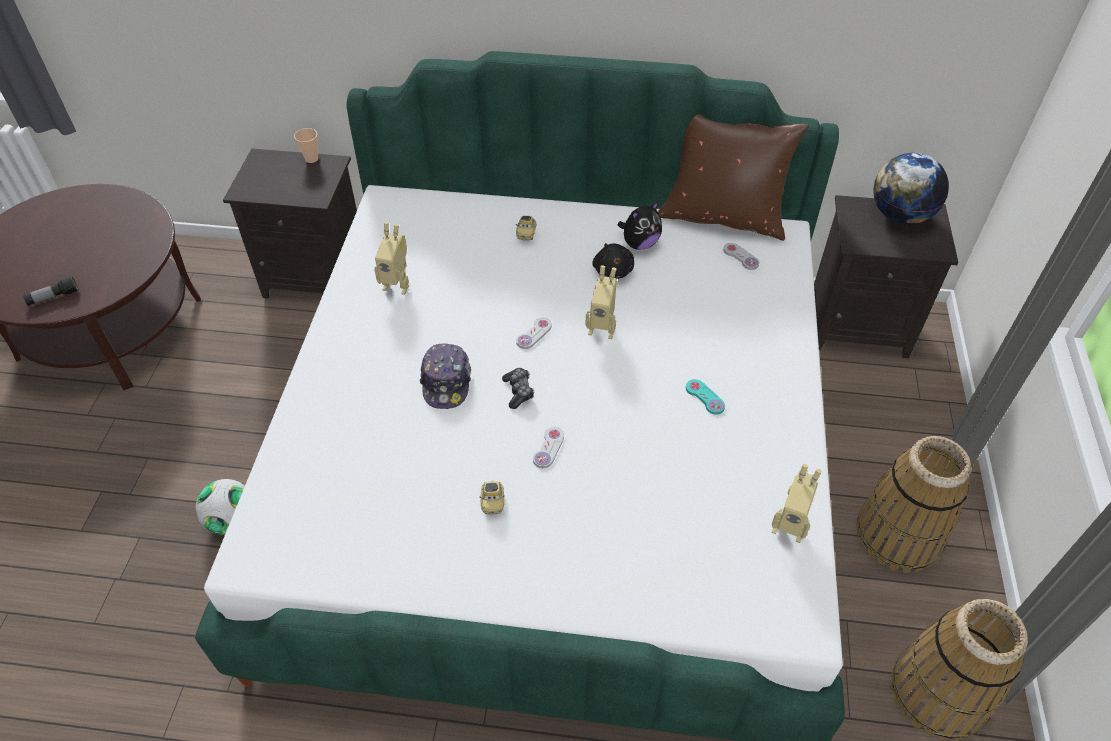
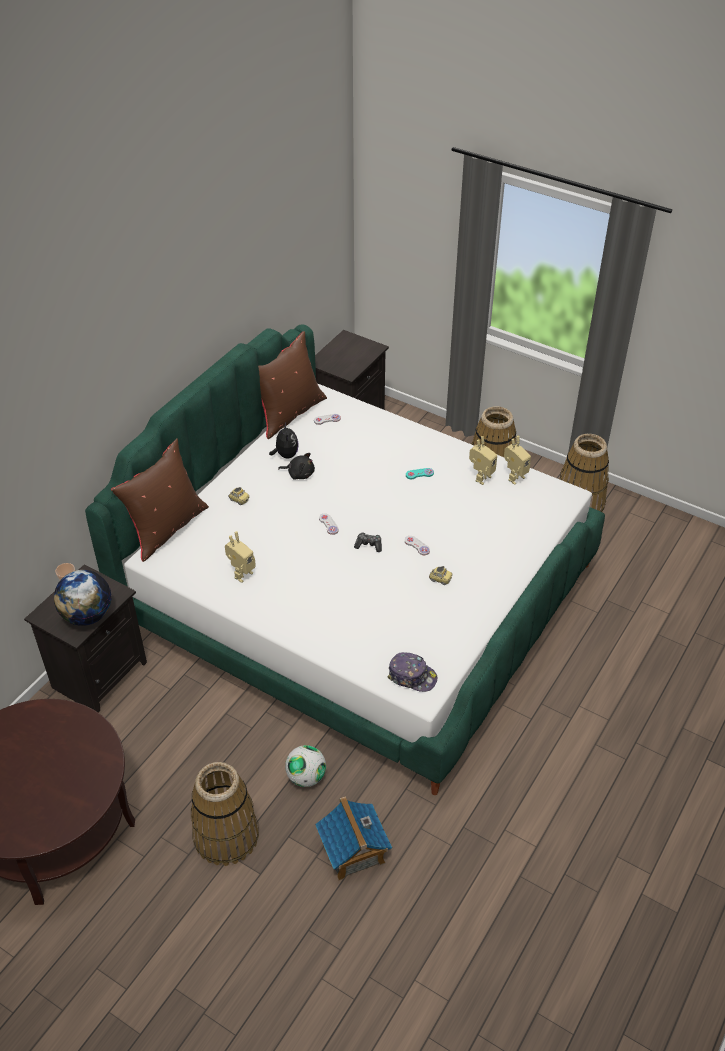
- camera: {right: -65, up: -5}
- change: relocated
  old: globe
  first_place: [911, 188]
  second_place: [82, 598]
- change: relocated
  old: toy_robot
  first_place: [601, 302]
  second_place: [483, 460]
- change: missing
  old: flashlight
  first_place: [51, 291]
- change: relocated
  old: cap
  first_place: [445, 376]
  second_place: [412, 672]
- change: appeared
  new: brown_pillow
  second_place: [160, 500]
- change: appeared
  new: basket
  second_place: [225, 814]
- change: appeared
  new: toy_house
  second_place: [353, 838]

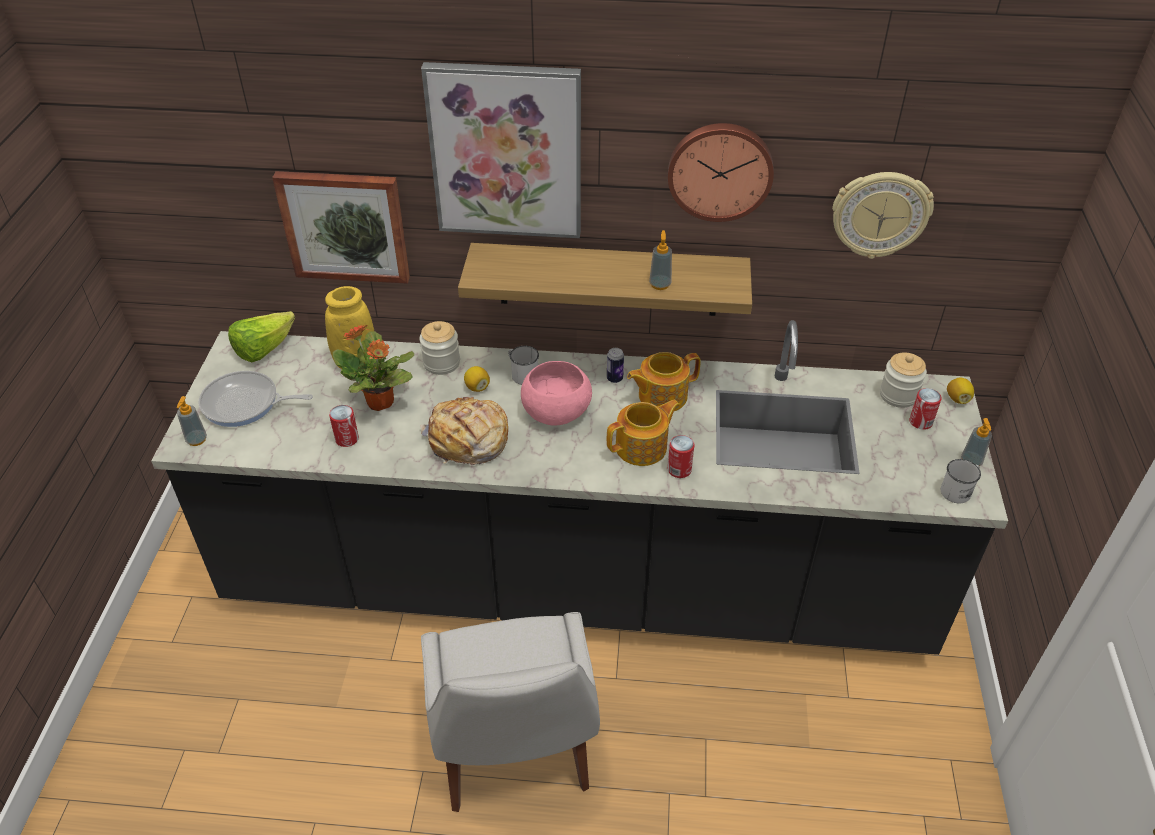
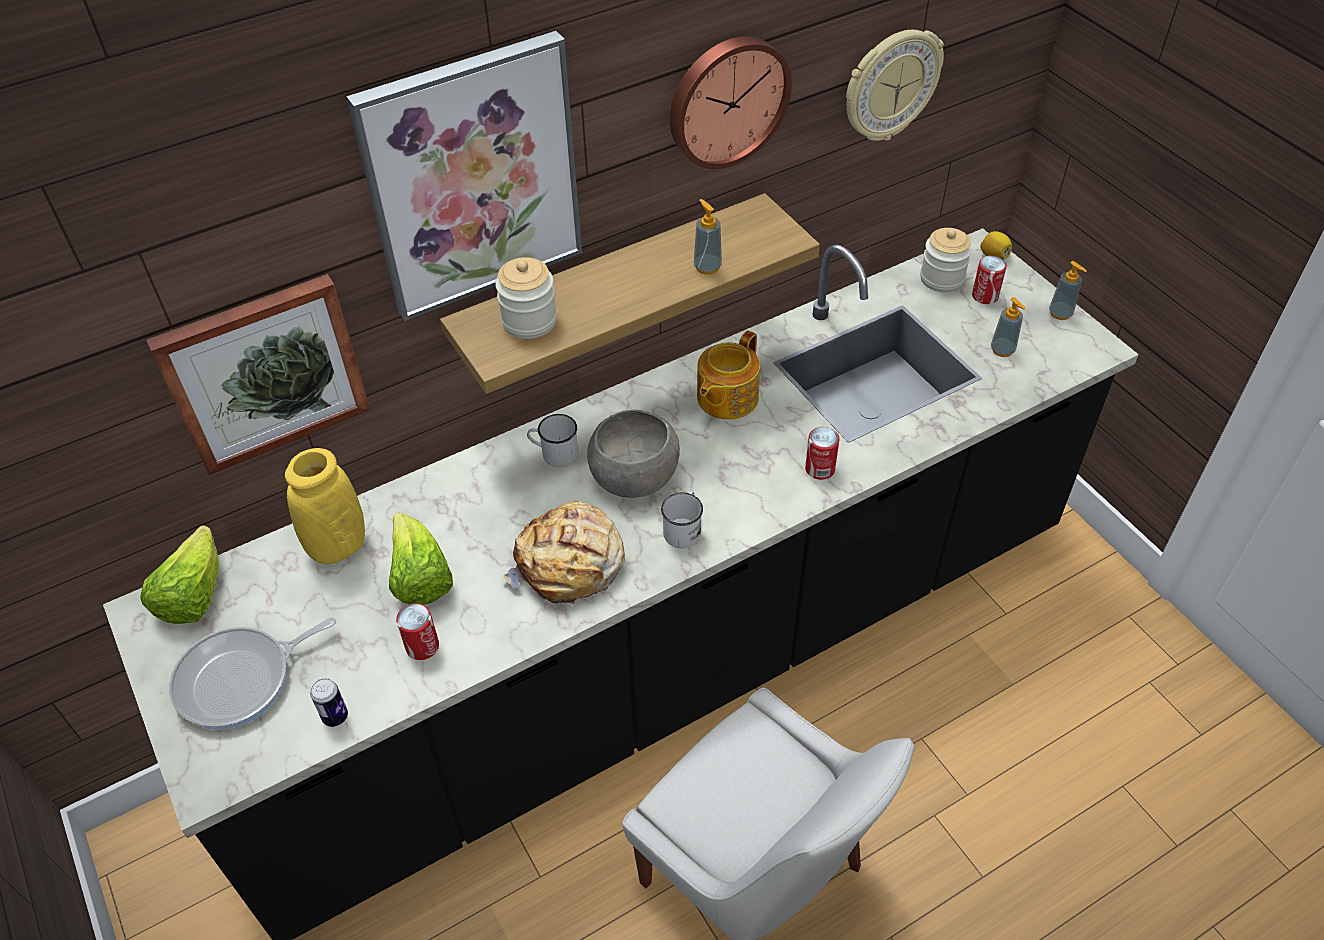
- camera: {right: -35, up: 5}
- change: relocated
  old: jar
  first_place: [439, 348]
  second_place: [526, 298]
- change: exchanged
  old: potted_plant
  new: lettuce
  first_place: [373, 367]
  second_place: [421, 559]
- change: relocated
  old: can
  first_place: [615, 365]
  second_place: [329, 702]
- change: colour
  old: pink_bowl
  new: grey_bowl
  first_place: [556, 393]
  second_place: [633, 454]
- change: missing
  old: lemon
  first_place: [477, 379]
- change: relocated
  old: soap_dispenser
  first_place: [192, 421]
  second_place: [1008, 327]
- change: missing
  old: teapot
  first_place: [643, 433]
- change: relocated
  old: white_mug
  first_place: [961, 481]
  second_place: [682, 519]

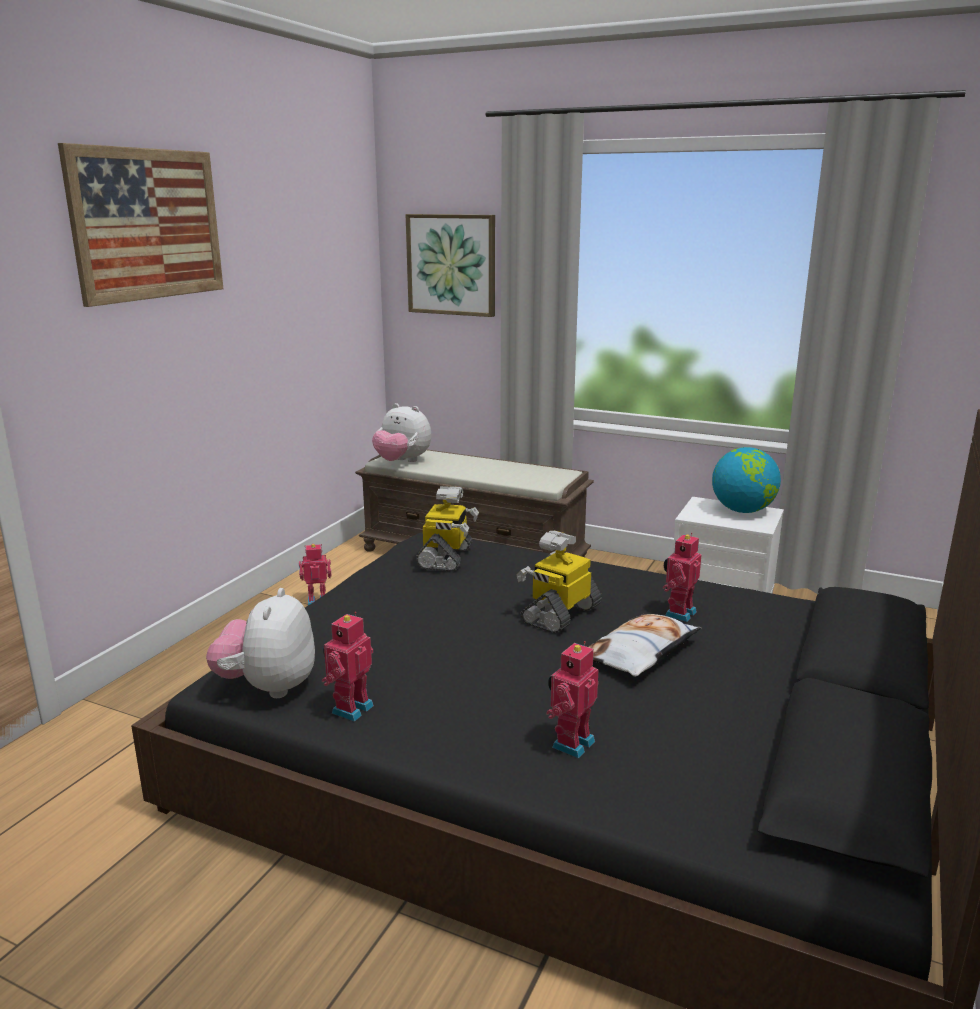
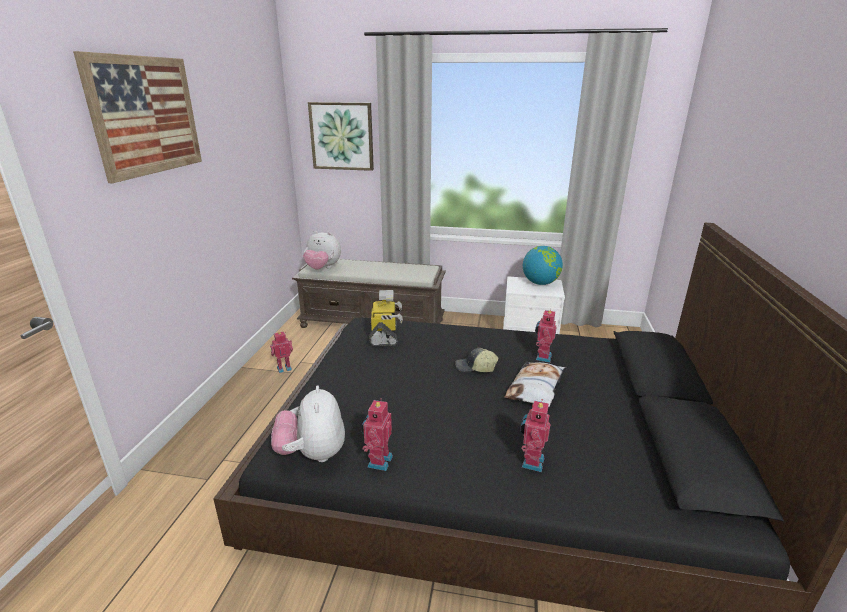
- camera: {right: -15, up: 5}
- change: exchanged
  old: toy_robot
  new: cap
  first_place: [559, 582]
  second_place: [477, 360]

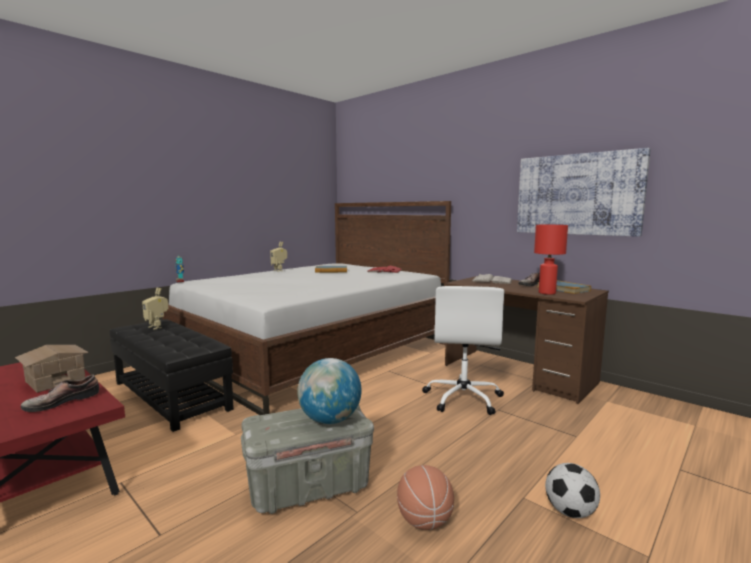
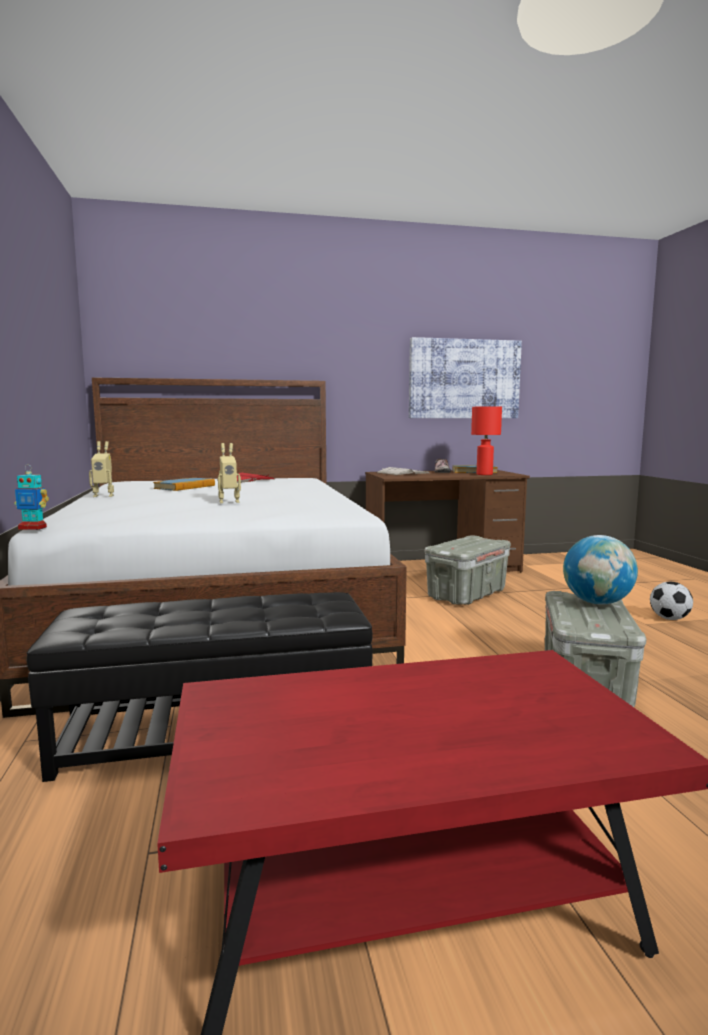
- camera: {right: -55, up: 0}
- change: exchanged
  old: white_office_chair
  new: grey_storage_box
  first_place: [463, 350]
  second_place: [467, 570]
- change: relocated
  old: toy_robot
  first_place: [155, 308]
  second_place: [229, 473]
- change: missing
  old: toy_house
  first_place: [52, 369]
- change: missing
  old: shoe
  first_place: [60, 393]
- change: missing
  old: basketball
  first_place: [425, 497]

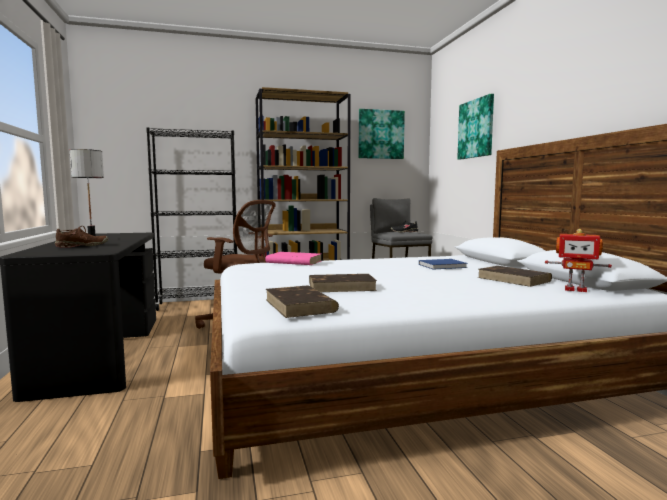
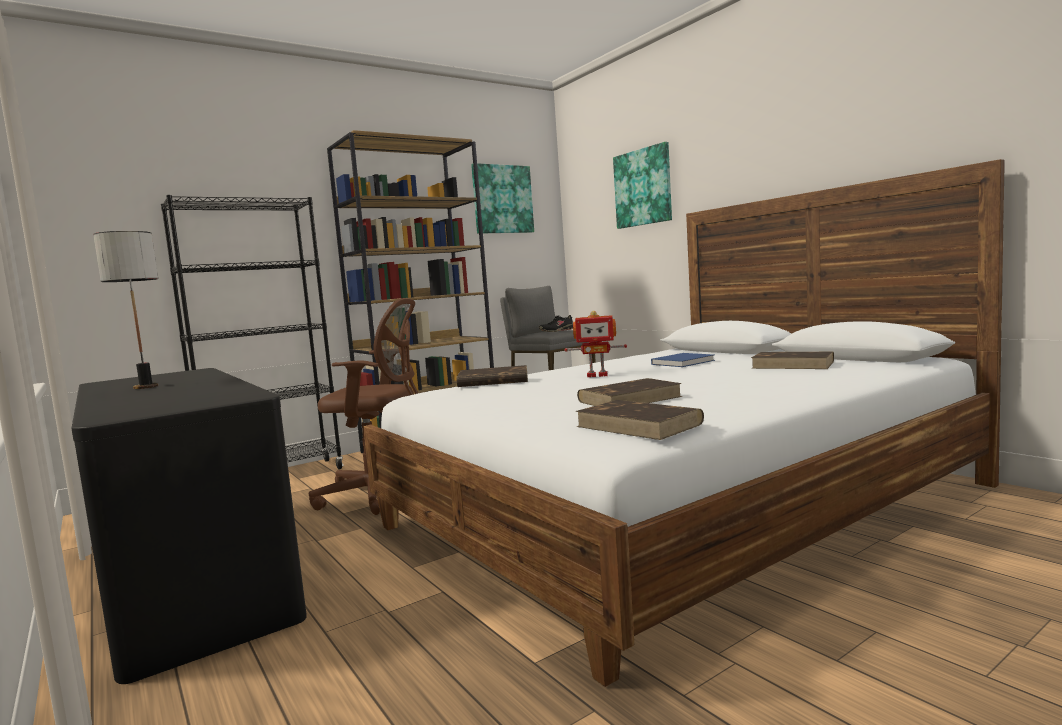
- camera: {right: -20, up: 0}
- change: missing
  old: brown_shoe
  first_place: [81, 237]
- change: relocated
  old: toy_robot
  first_place: [578, 260]
  second_place: [596, 344]
- change: colour
  old: pink_book
  new: brown_book
  first_place: [293, 258]
  second_place: [492, 376]

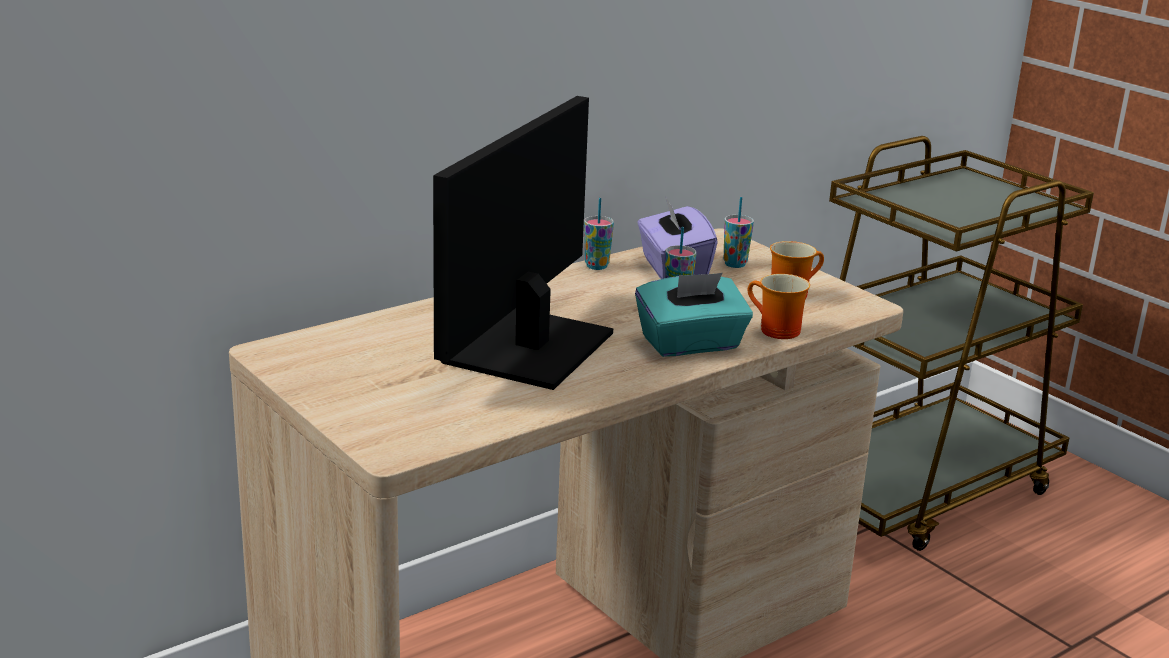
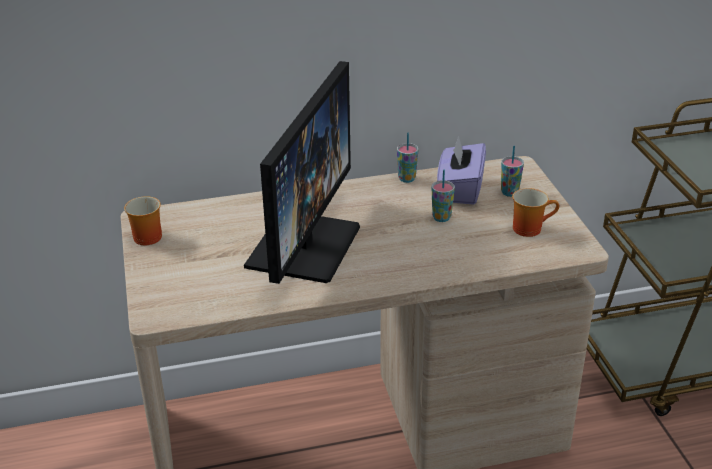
- camera: {right: 25, up: 10}
- change: spun
  old: monitor
  first_place: [523, 243]
  second_place: [302, 172]
  degrees: 150
- change: missing
  old: turquoise_tissue_box
  first_place: [694, 315]
- change: relocated
  old: mug
  first_place: [779, 306]
  second_place: [143, 220]

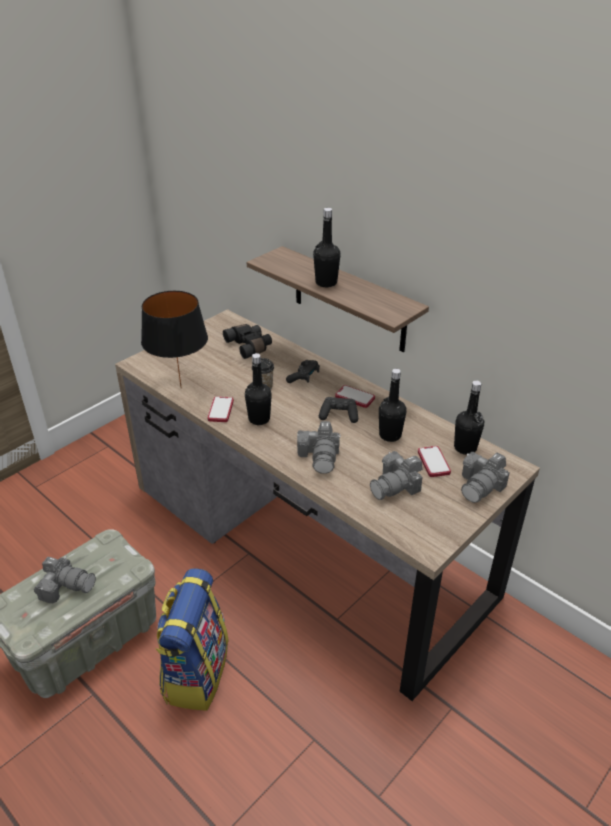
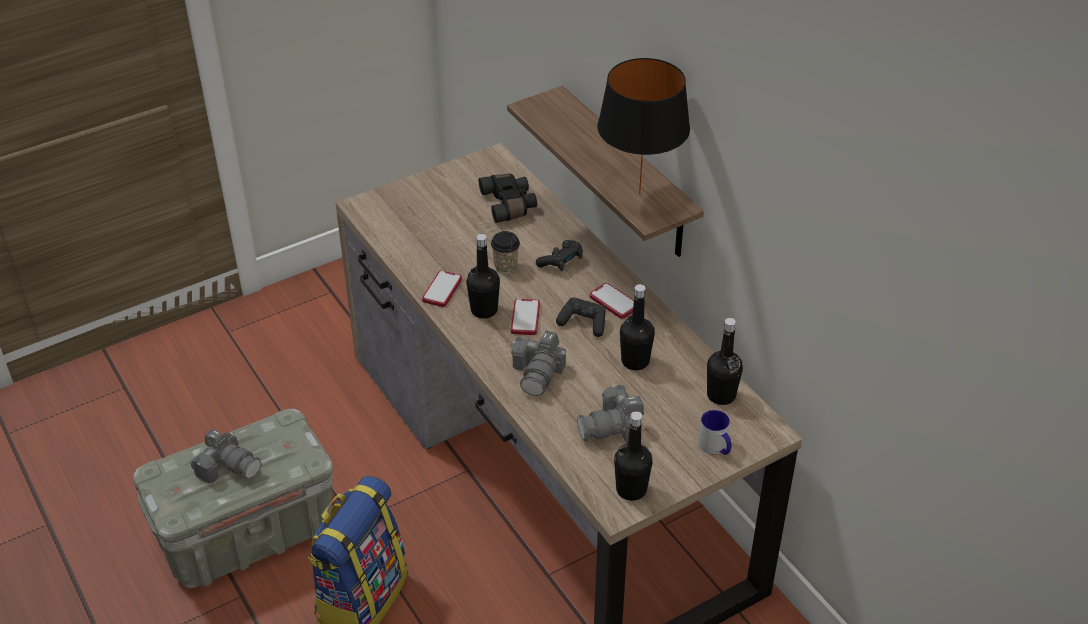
- camera: {right: 15, up: 5}
- change: relocated
  old: black_bottle
  first_place: [327, 247]
  second_place: [633, 456]
- change: relocated
  old: black_table_lamp
  first_place: [174, 339]
  second_place: [643, 126]
- change: relocated
  old: phone
  first_place: [434, 461]
  second_place: [525, 317]
- change: exchanged
  old: photo_camera
  new: mug
  first_place: [485, 477]
  second_place: [714, 432]

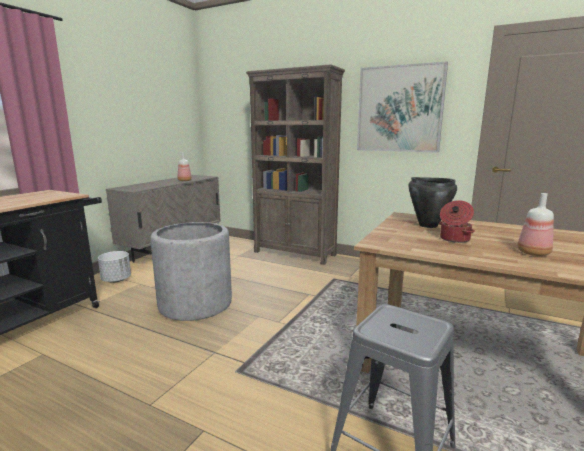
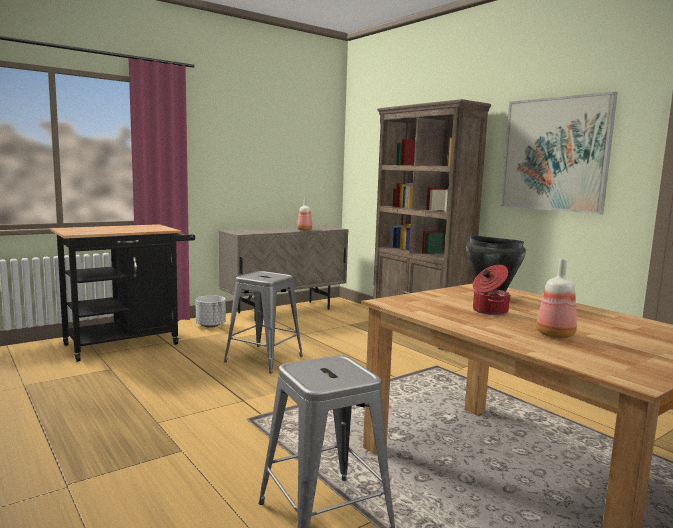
- camera: {right: 25, up: -5}
- change: exchanged
  old: grey_planter
  new: grey_stool
  first_place: [191, 271]
  second_place: [263, 322]

